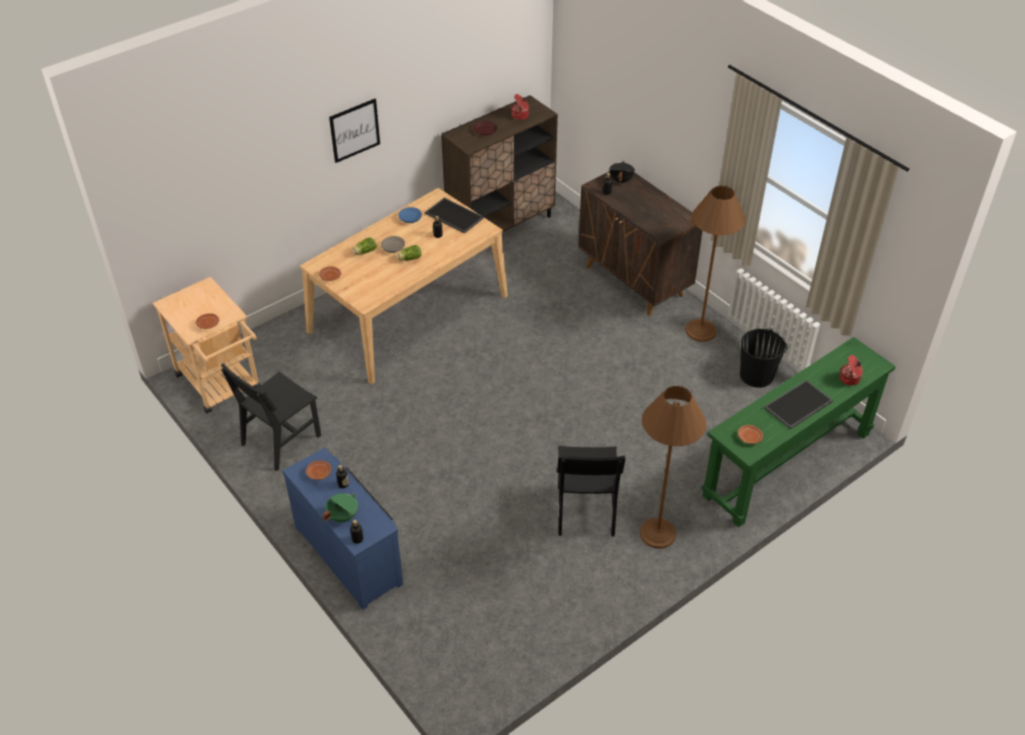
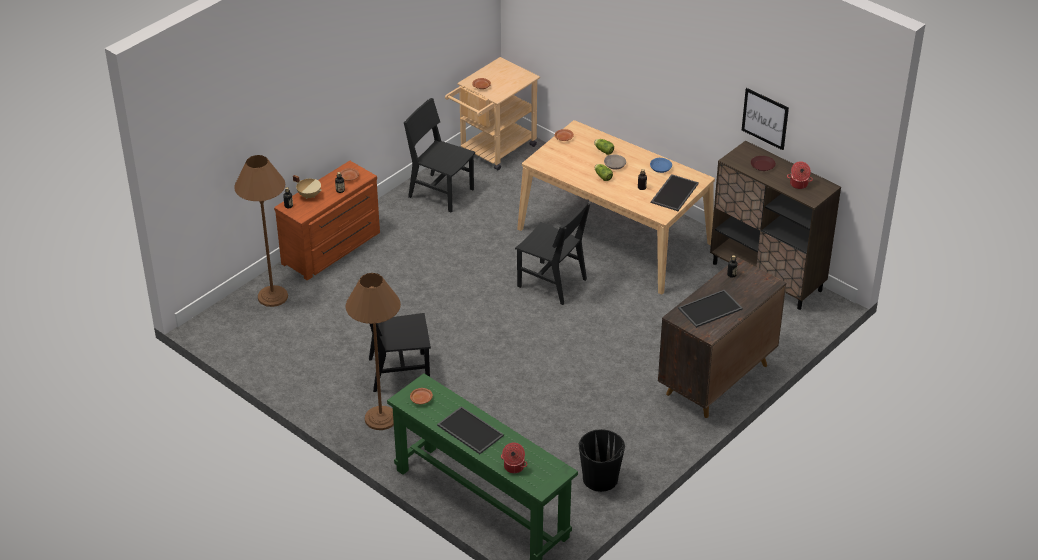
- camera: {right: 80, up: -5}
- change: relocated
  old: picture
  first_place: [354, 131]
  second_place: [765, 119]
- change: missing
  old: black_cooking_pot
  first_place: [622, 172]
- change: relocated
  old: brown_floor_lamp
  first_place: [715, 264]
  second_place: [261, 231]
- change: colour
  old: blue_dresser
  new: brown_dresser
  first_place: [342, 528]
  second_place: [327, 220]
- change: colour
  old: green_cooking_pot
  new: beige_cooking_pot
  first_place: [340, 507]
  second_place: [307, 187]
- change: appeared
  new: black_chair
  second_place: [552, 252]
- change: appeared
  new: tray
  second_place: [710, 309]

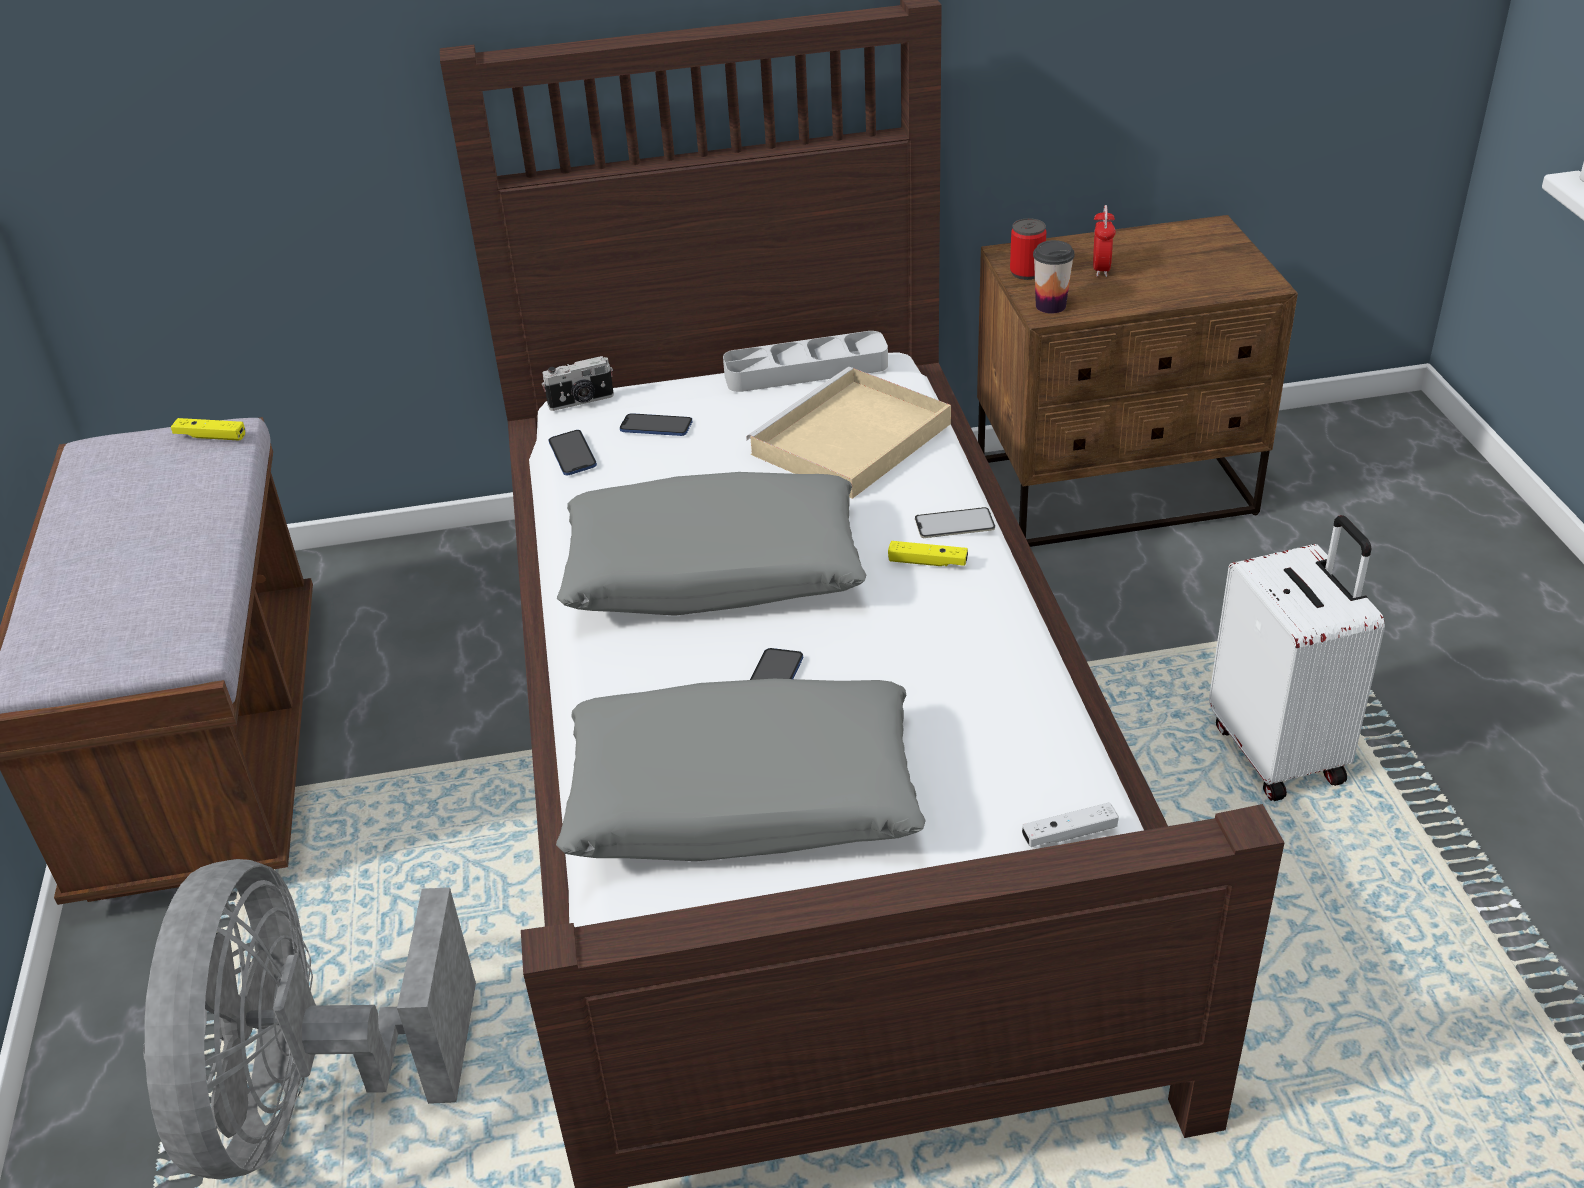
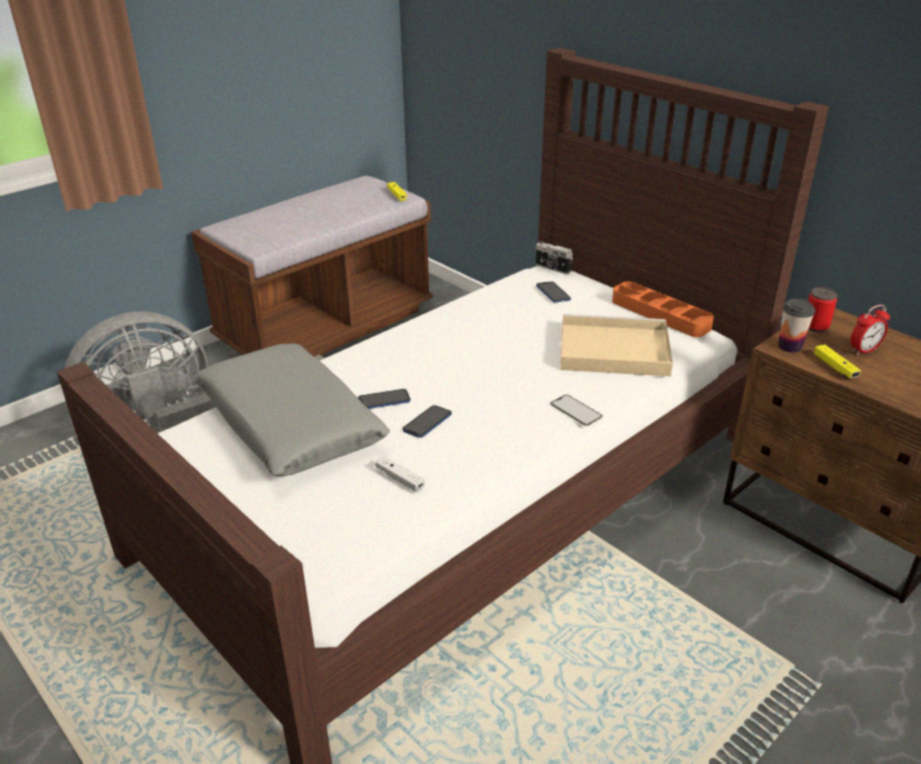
- camera: {right: 55, up: -5}
- change: colour
  old: grey_tray
  new: orange_tray
  first_place: [805, 361]
  second_place: [663, 309]
- change: relocated
  old: phone
  first_place: [573, 452]
  second_place: [427, 421]
- change: missing
  old: grey_pillow
  first_place: [711, 544]
- change: missing
  old: white_suitcase
  first_place: [1297, 658]
- change: relocated
  old: yellow_game_controller
  first_place: [928, 553]
  second_place: [837, 361]
- change: relocated
  old: white_game_controller
  first_place: [1070, 824]
  second_place: [400, 474]

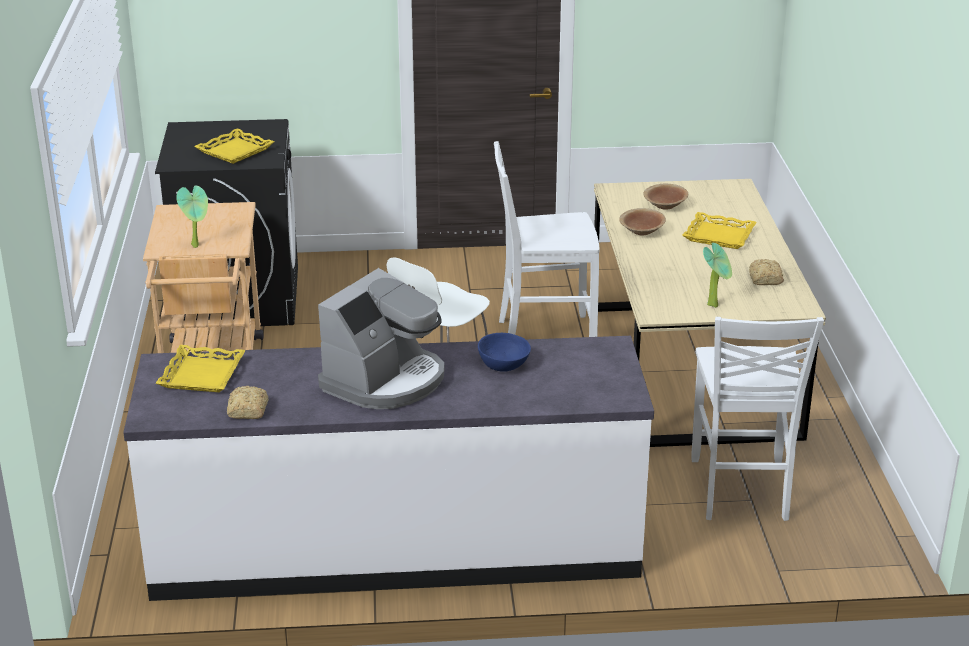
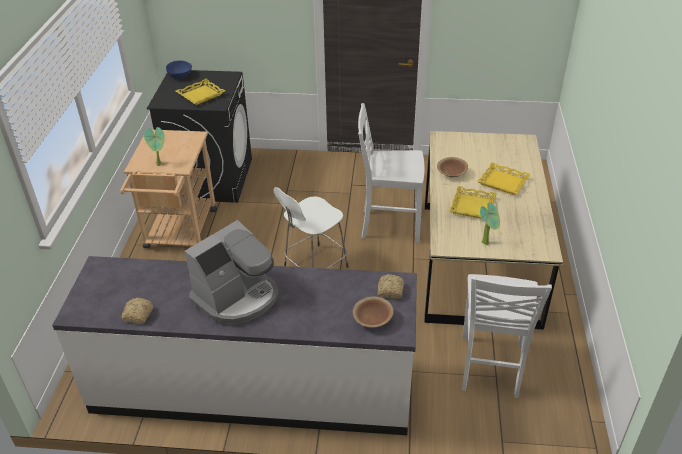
- camera: {right: 10, up: 10}
- change: relocated
  old: brown_bowl
  first_place: [665, 197]
  second_place: [373, 312]
- change: relocated
  old: bread
  first_place: [766, 272]
  second_place: [391, 286]
- change: relocated
  old: blue_bowl
  first_place: [504, 352]
  second_place: [179, 70]
- change: relocated
  old: yellow_tray
  first_place: [200, 368]
  second_place: [473, 202]

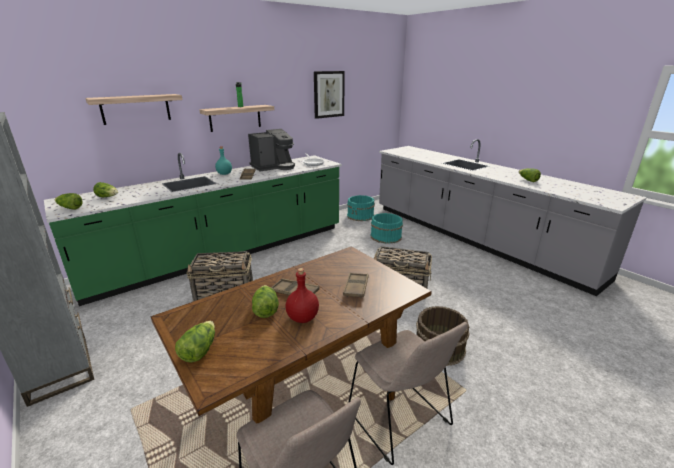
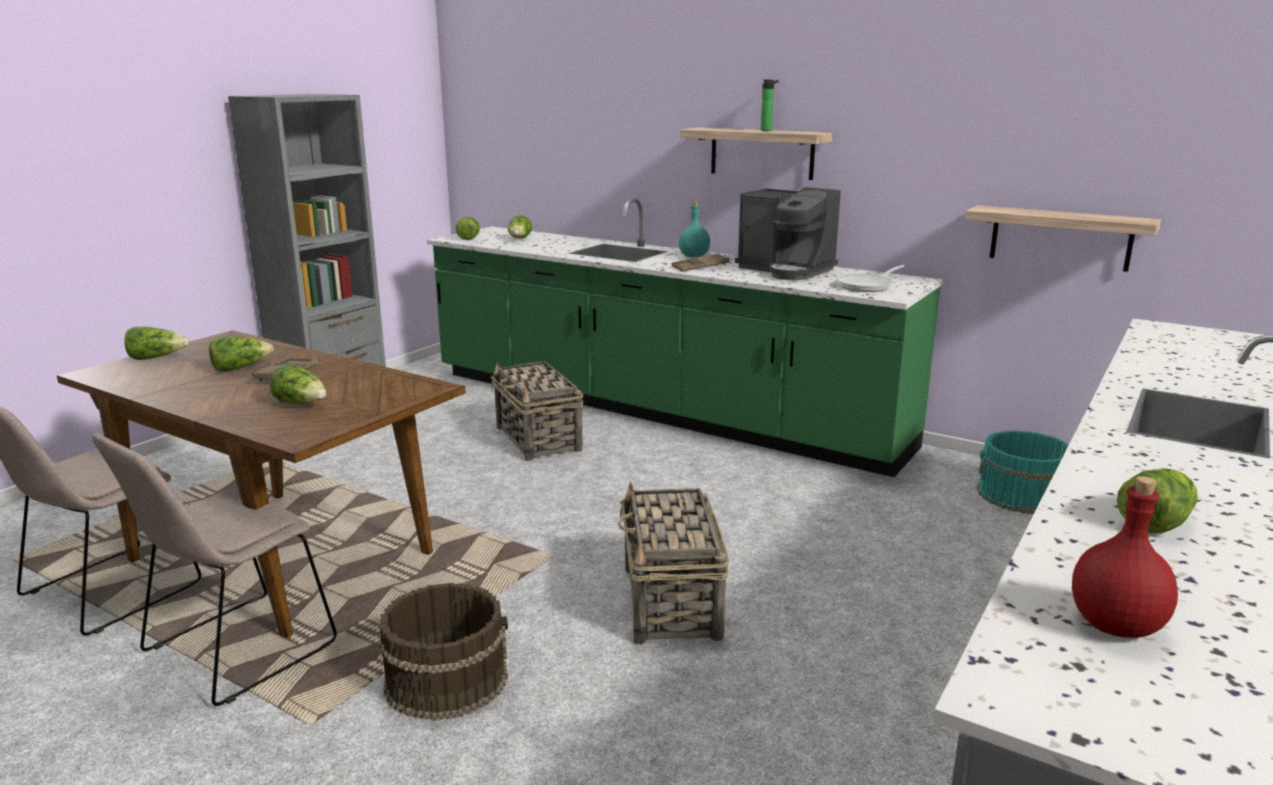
- camera: {right: 70, up: -5}
- change: missing
  old: picture
  first_place: [329, 95]
- change: relocated
  old: shelf
  first_place: [134, 109]
  second_place: [1063, 238]
- change: missing
  old: turquoise_bucket
  first_place: [386, 228]
- change: relocated
  old: red_bottle
  first_place: [302, 295]
  second_place: [1125, 557]
- change: exchanged
  old: brown_tray
  new: lettuce
  first_place: [356, 285]
  second_place: [297, 384]

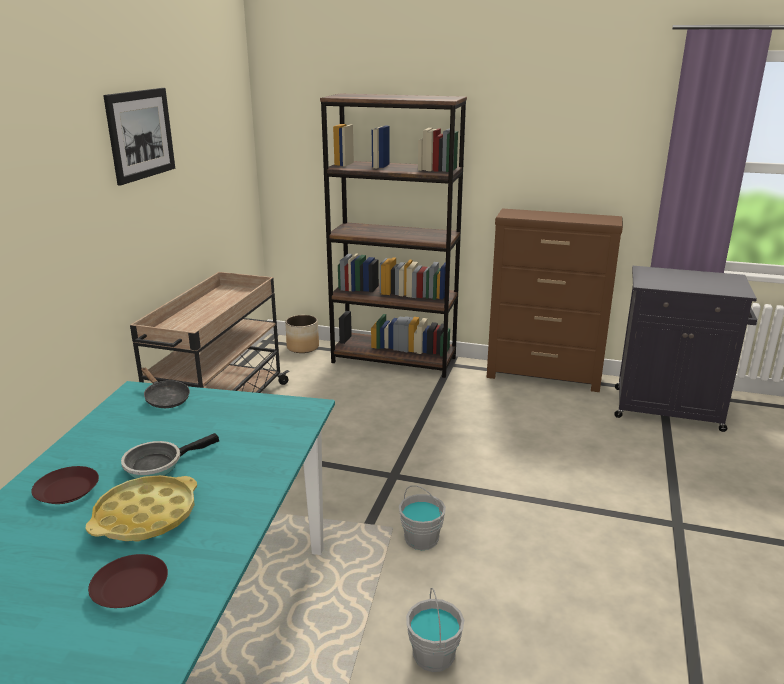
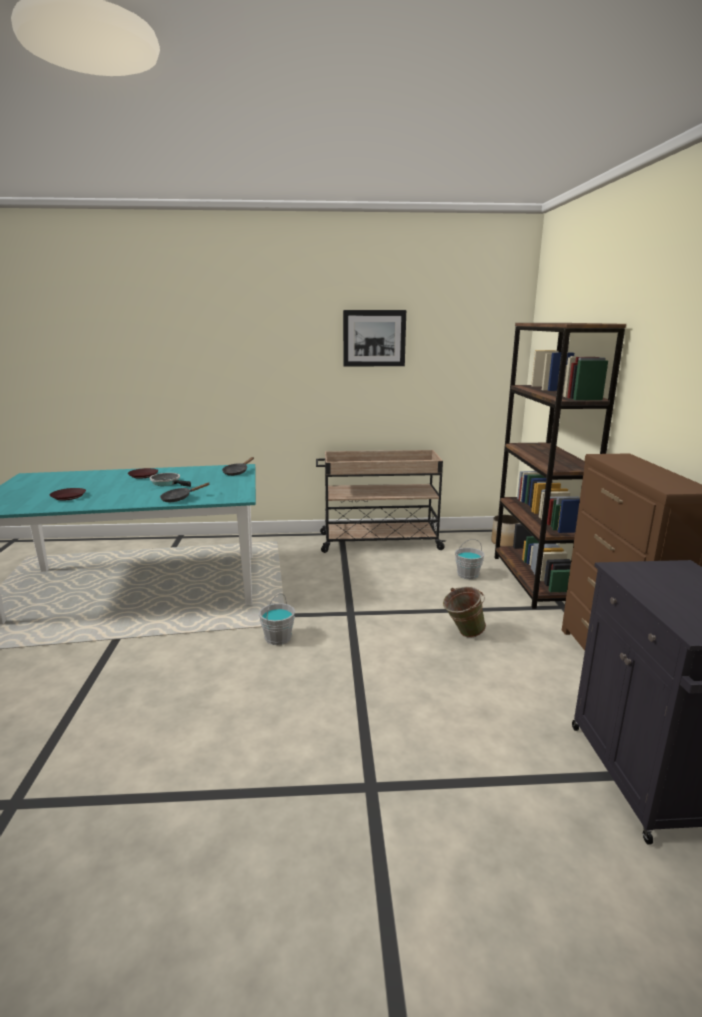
- camera: {right: 70, up: -5}
- change: missing
  old: yellow_tray
  first_place: [141, 508]
- change: relocated
  old: grey_bucket
  first_place: [435, 630]
  second_place: [469, 559]
- change: appeared
  new: black_frying_pan
  second_place: [185, 492]
- change: appeared
  new: green_bucket
  second_place: [464, 612]

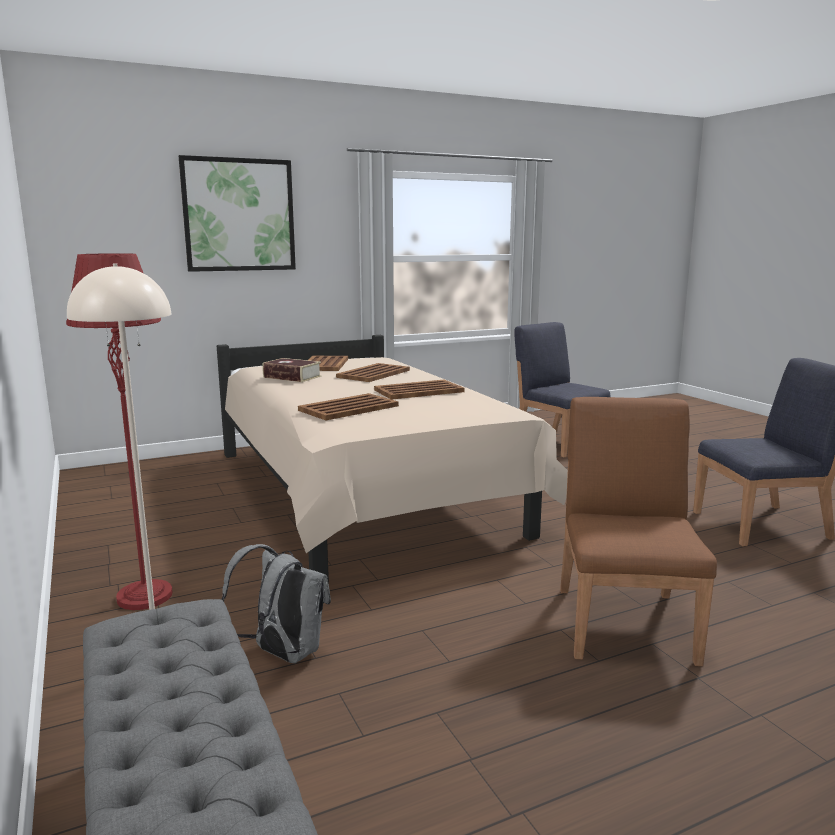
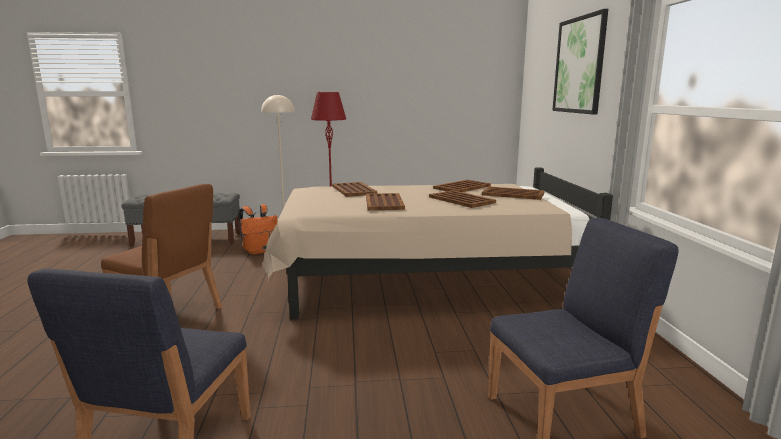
- camera: {right: 110, up: 0}
- change: exchanged
  old: book
  new: brown_tray
  first_place: [291, 370]
  second_place: [462, 186]
- change: colour
  old: grey_backpack
  new: orange_backpack
  first_place: [276, 603]
  second_place: [258, 229]

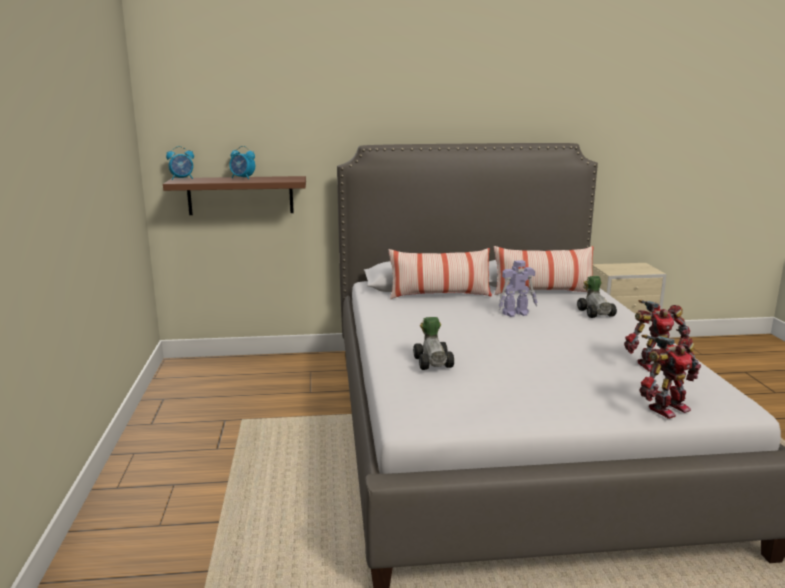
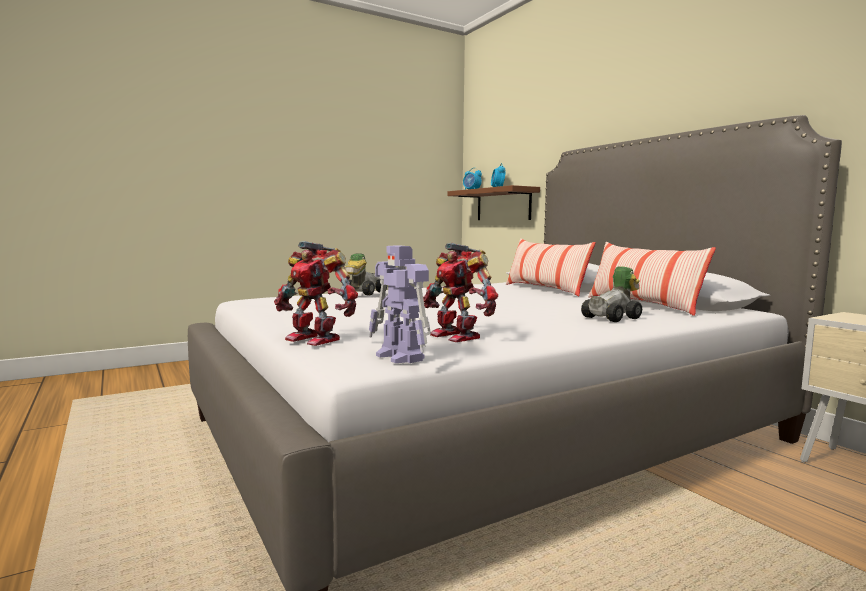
- camera: {right: 65, up: -10}
- change: relocated
  old: toy_robot
  first_place: [518, 288]
  second_place: [400, 304]
- change: spun
  old: toy_car
  first_place: [433, 343]
  second_place: [366, 274]
  degrees: 150

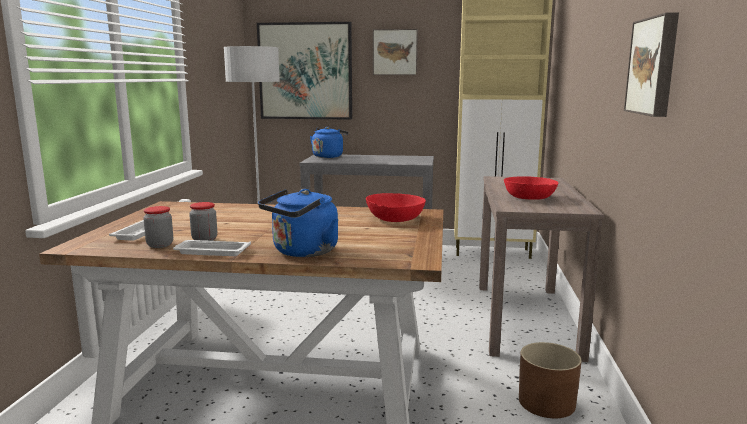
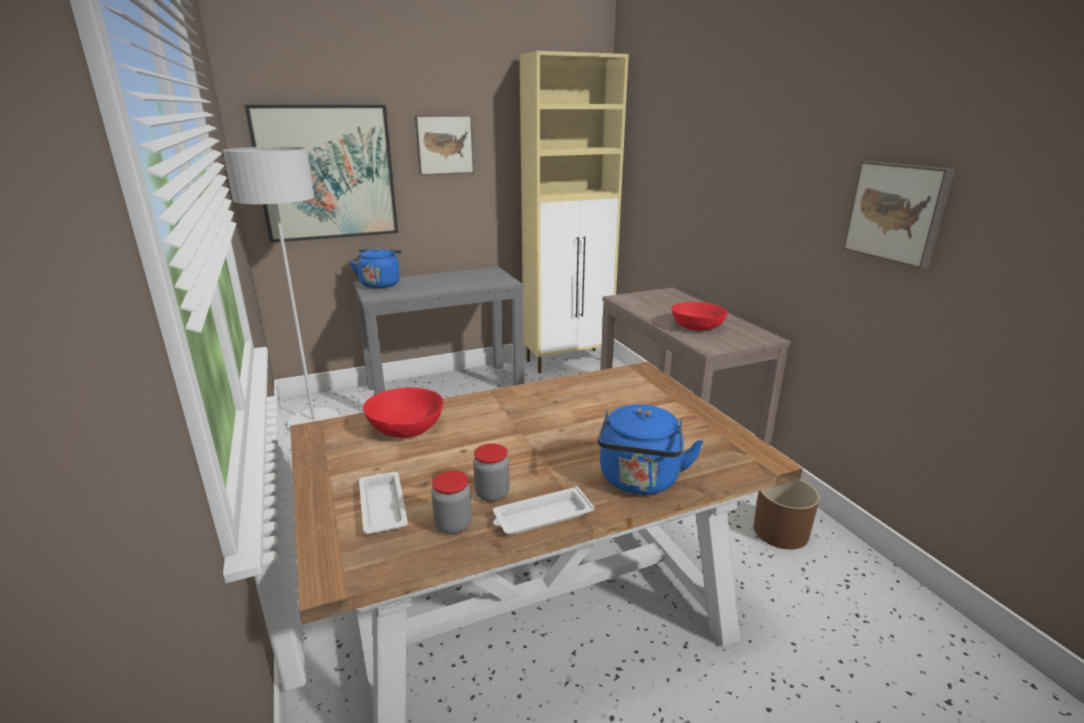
- camera: {right: -30, up: 10}
- change: relocated
  old: red_bowl
  first_place: [396, 207]
  second_place: [403, 412]

